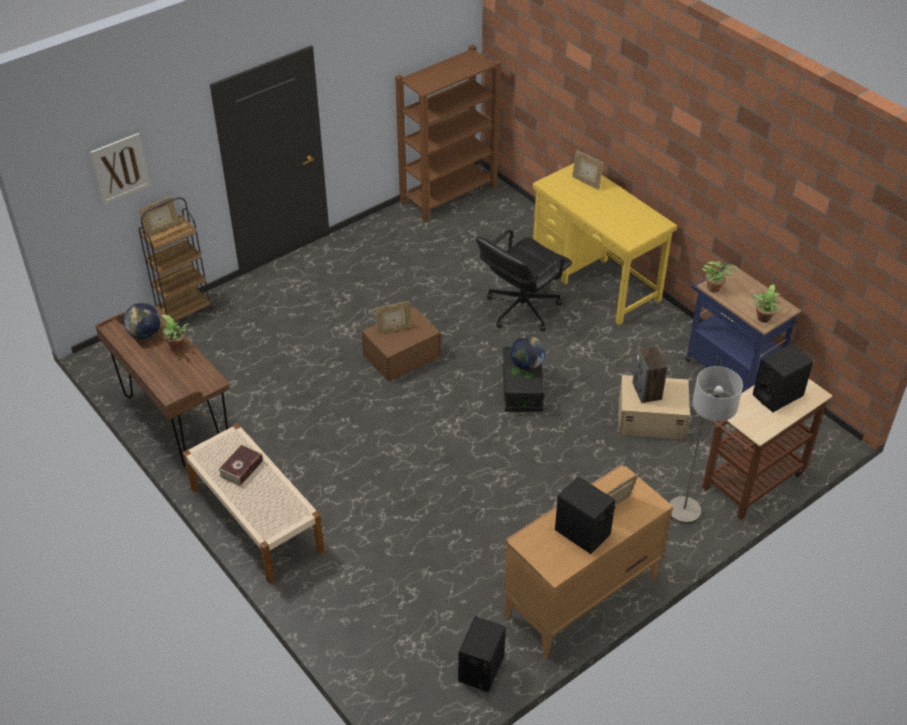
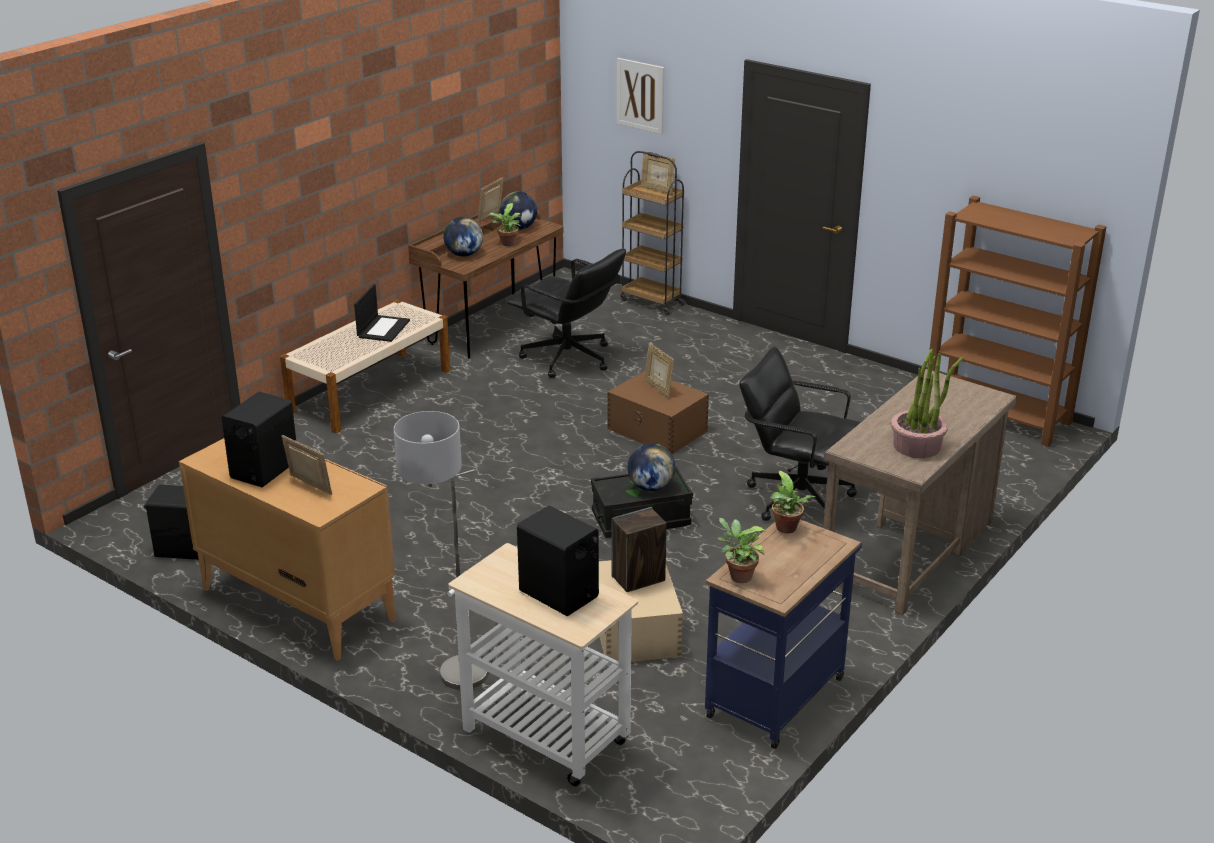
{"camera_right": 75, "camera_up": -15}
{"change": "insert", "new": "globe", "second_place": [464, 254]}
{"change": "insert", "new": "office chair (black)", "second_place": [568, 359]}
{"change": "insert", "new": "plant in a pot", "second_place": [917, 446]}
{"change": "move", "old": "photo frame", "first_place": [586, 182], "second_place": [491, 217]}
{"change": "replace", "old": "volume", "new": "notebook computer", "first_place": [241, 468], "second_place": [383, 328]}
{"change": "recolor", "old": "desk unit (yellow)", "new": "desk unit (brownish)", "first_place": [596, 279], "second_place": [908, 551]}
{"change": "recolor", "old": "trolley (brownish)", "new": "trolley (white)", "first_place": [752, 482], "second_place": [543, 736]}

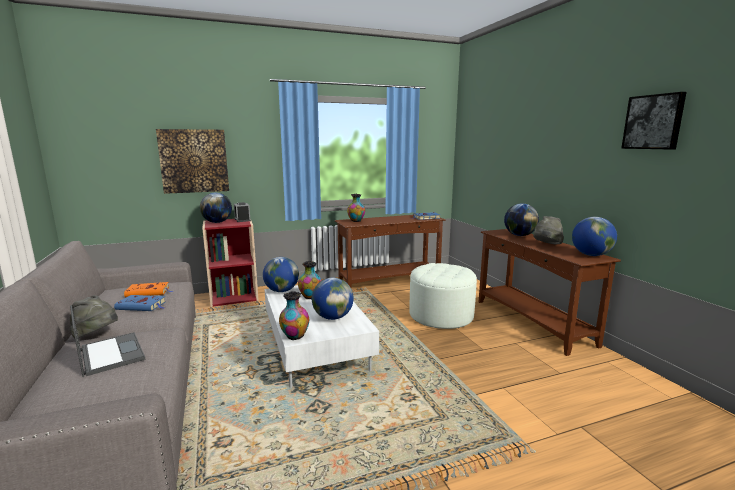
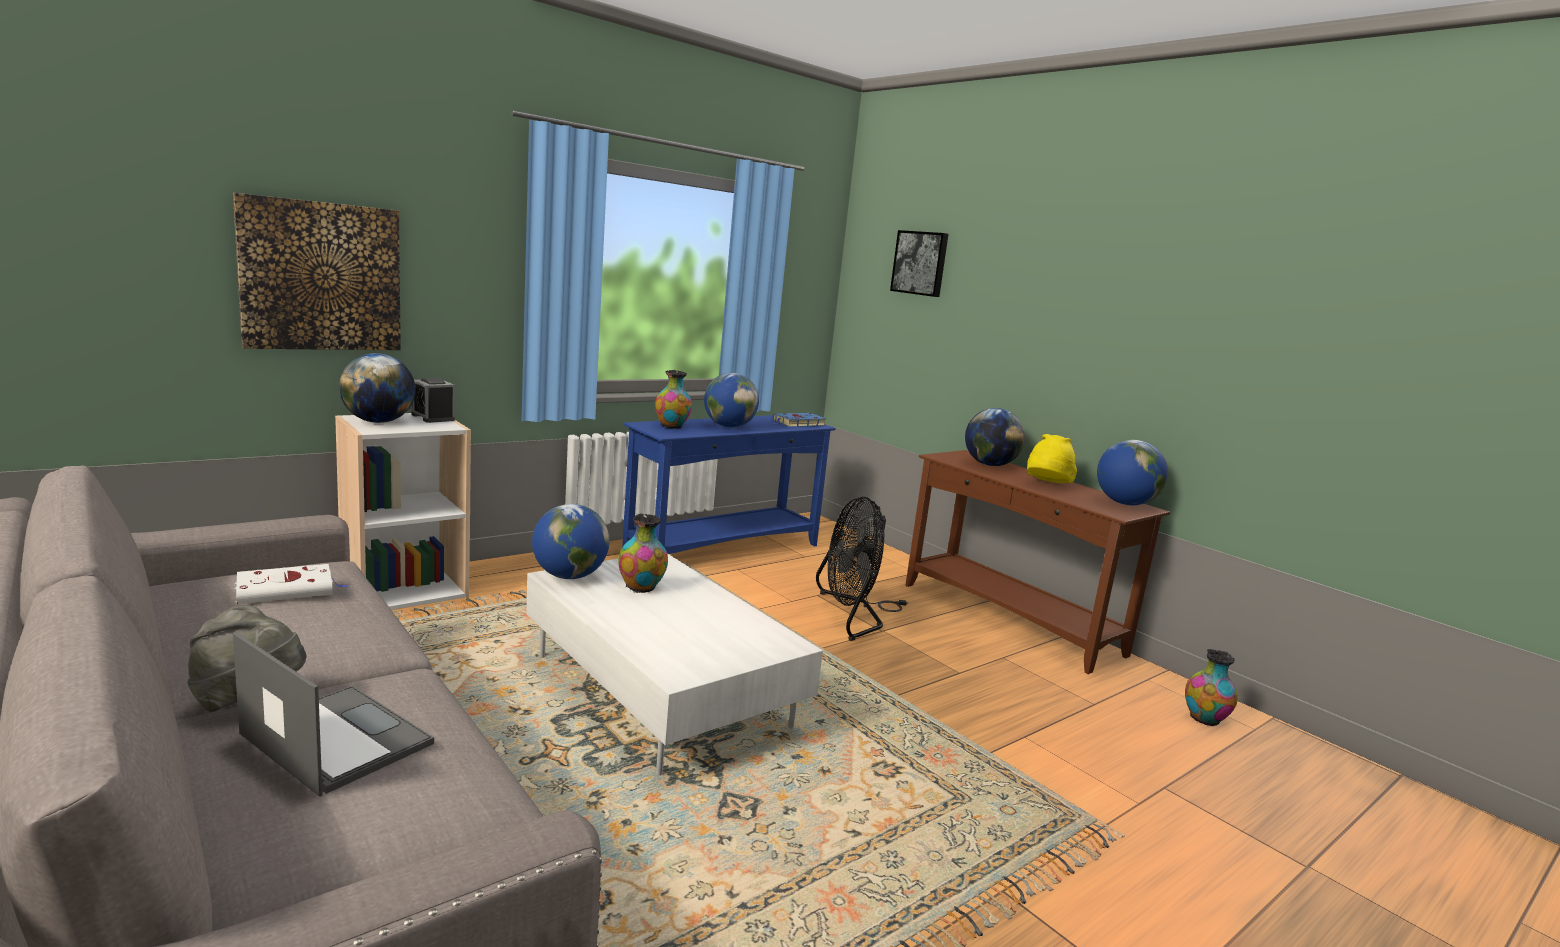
{"camera_right": -20, "camera_up": 0}
{"change": "delete", "old": "volume (bluish)", "first_place": [142, 306]}
{"change": "move", "old": "flower vase", "first_place": [294, 336], "second_place": [1204, 719]}
{"change": "move", "old": "globe", "first_place": [333, 317], "second_place": [729, 427]}
{"change": "move", "old": "wall picture", "first_place": [653, 122], "second_place": [920, 263]}
{"change": "replace", "old": "pouffe (white)", "new": "electric fan (black)", "first_place": [441, 315], "second_place": [856, 613]}
{"change": "recolor", "old": "volume (orange-coloured)", "new": "volume (white)", "first_place": [149, 292], "second_place": [288, 590]}
{"change": "recolor", "old": "shelving unit (reddish)", "new": "shelving unit (white)", "first_place": [234, 296], "second_place": [406, 589]}
{"change": "recolor", "old": "hall table (brownish)", "new": "hall table (bluish)", "first_place": [389, 281], "second_place": [724, 548]}
{"change": "recolor", "old": "hat (greyish)", "new": "hat (yellow)", "first_place": [546, 245], "second_place": [1047, 485]}

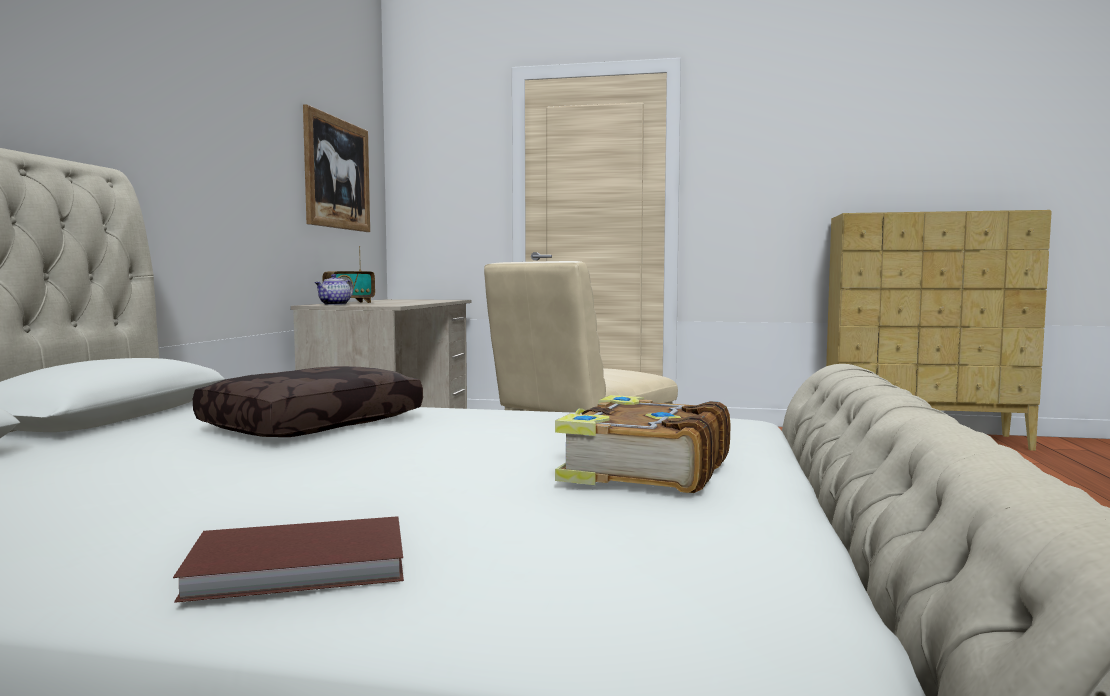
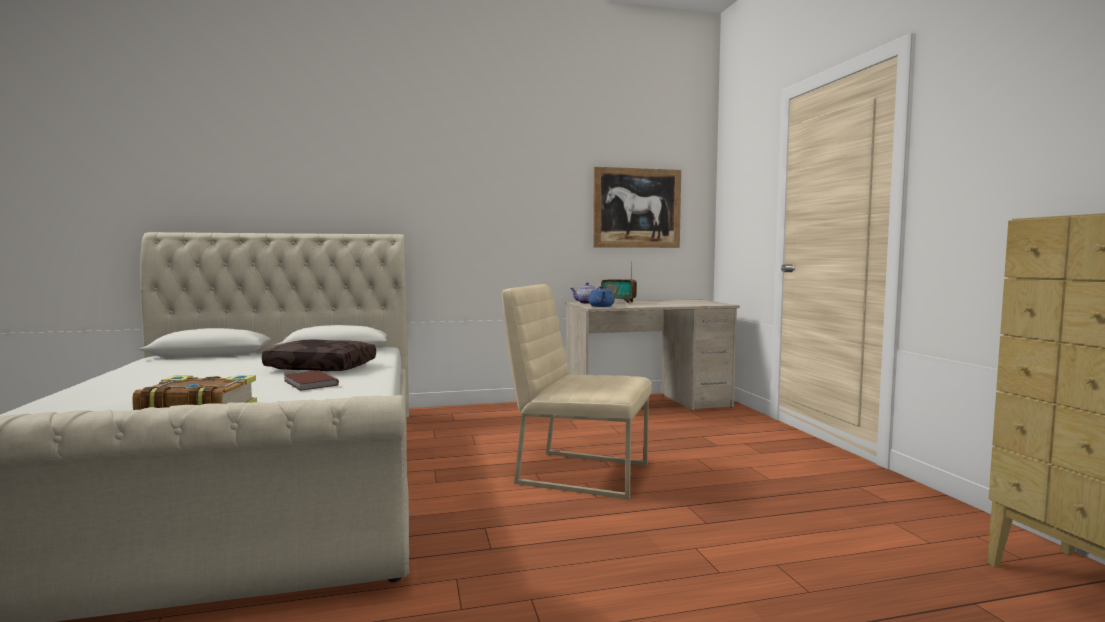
{"camera_right": 65, "camera_up": 0}
{"change": "insert", "new": "tea pot (bluish)", "second_place": [601, 306]}
{"change": "move", "old": "volume (brownish)", "first_place": [301, 567], "second_place": [309, 383]}

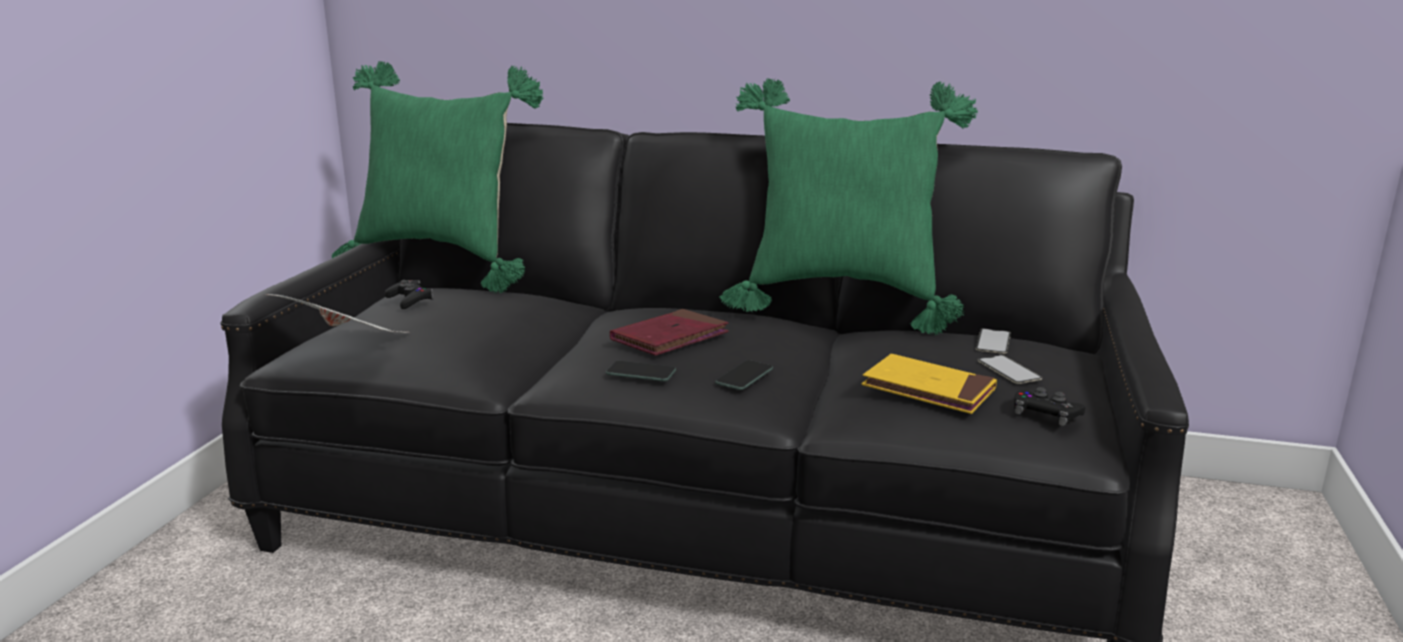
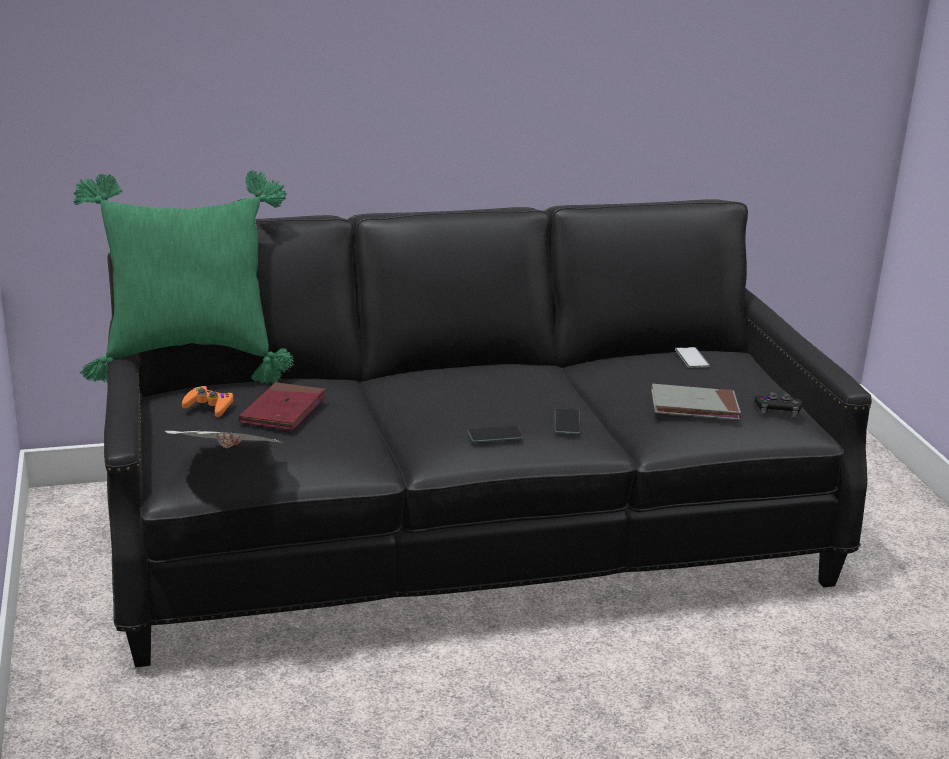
{"camera_right": -30, "camera_up": 5}
{"change": "delete", "old": "cushion (greenish)", "first_place": [841, 314]}
{"change": "delete", "old": "handset", "first_place": [1009, 370]}
{"change": "move", "old": "volume (reddish)", "first_place": [670, 338], "second_place": [283, 411]}
{"change": "recolor", "old": "game controller (black)", "new": "game controller (orange-coloured)", "first_place": [410, 300], "second_place": [209, 406]}
{"change": "recolor", "old": "volume (yellow)", "new": "volume (greyish)", "first_place": [928, 389], "second_place": [694, 406]}

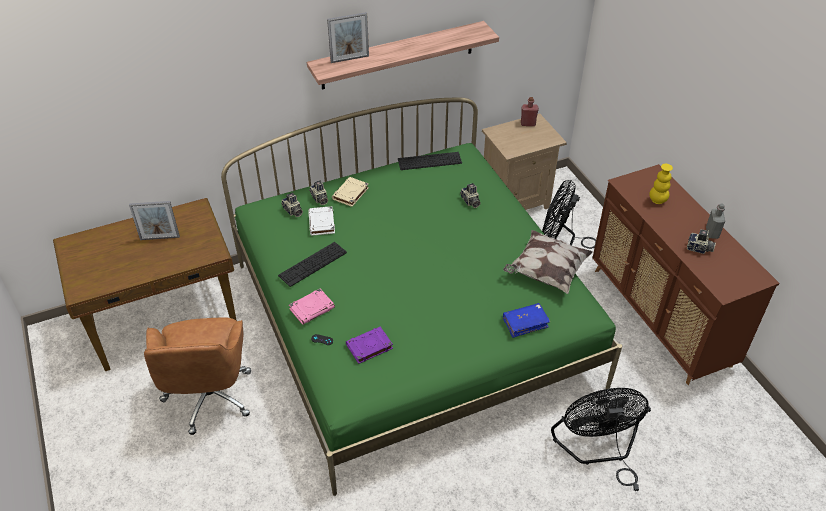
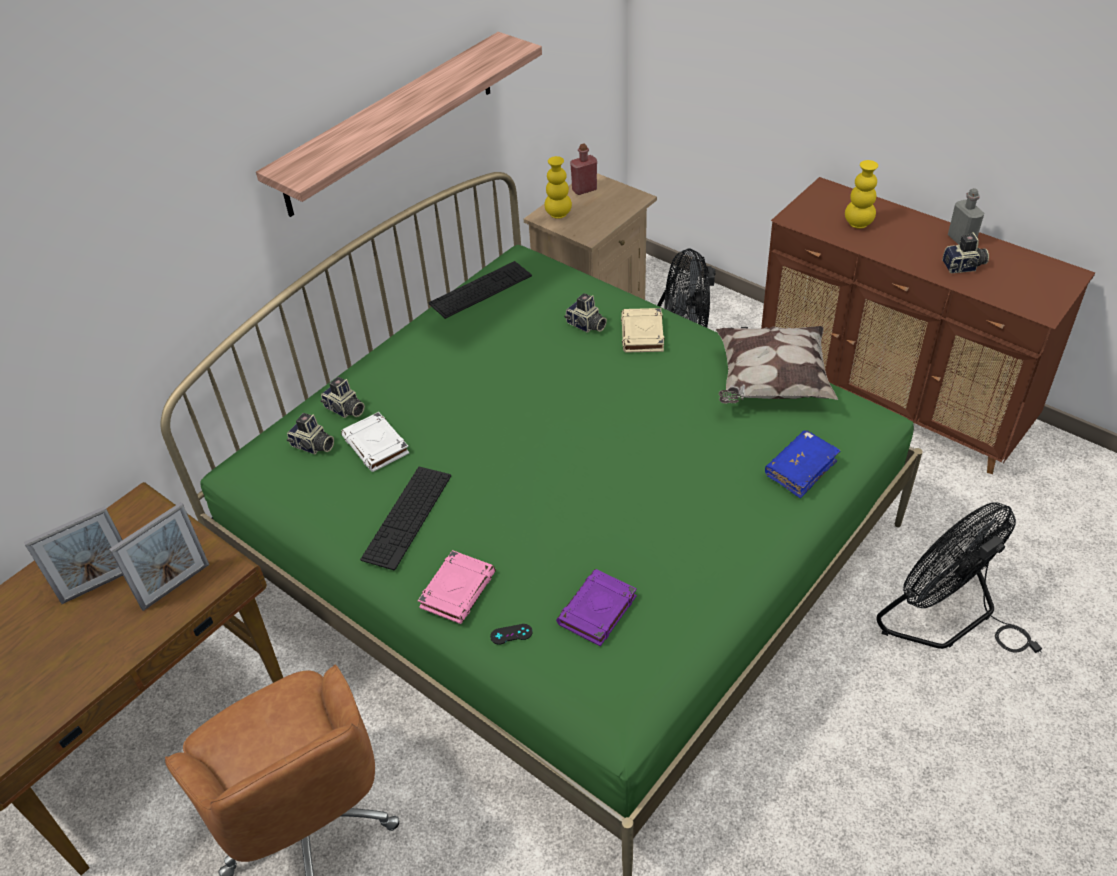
{"camera_right": -25, "camera_up": 0}
{"change": "insert", "new": "flower vase (yellow)", "second_place": [558, 214]}
{"change": "move", "old": "photo frame", "first_place": [349, 59], "second_place": [175, 586]}
{"change": "move", "old": "volume (beige-coloured)", "first_place": [350, 194], "second_place": [642, 334]}

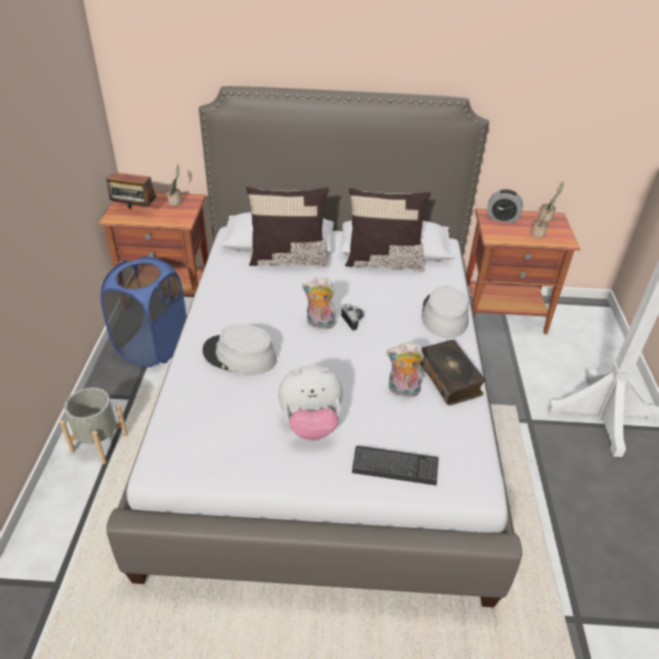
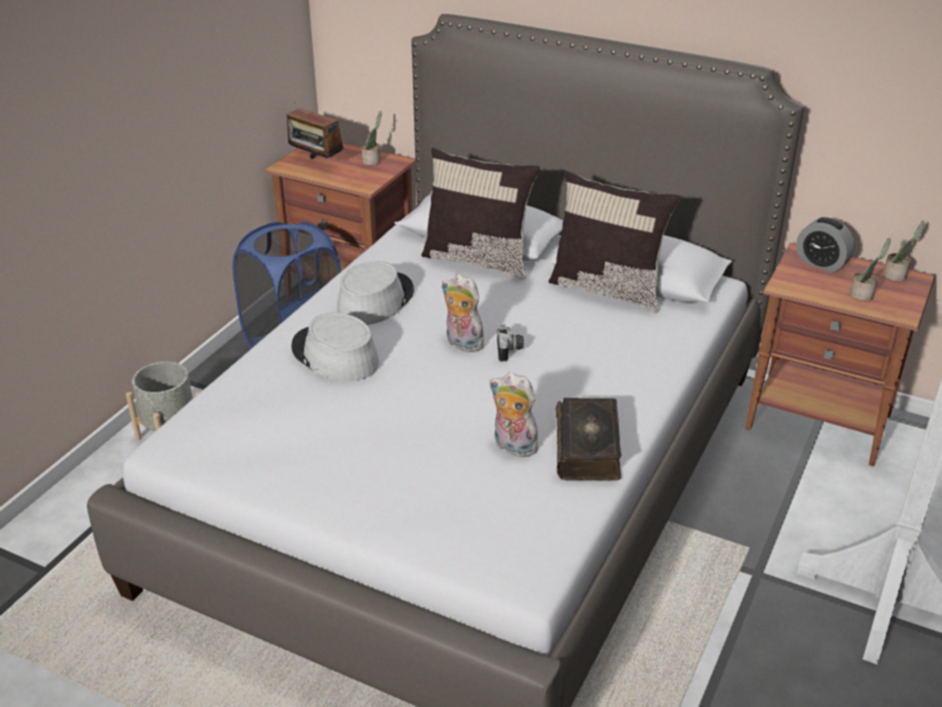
{"camera_right": 25, "camera_up": -5}
{"change": "delete", "old": "soft toy", "first_place": [311, 424]}
{"change": "delete", "old": "keyboard", "first_place": [395, 466]}
{"change": "move", "old": "hat (greyish)", "first_place": [444, 315], "second_place": [375, 300]}

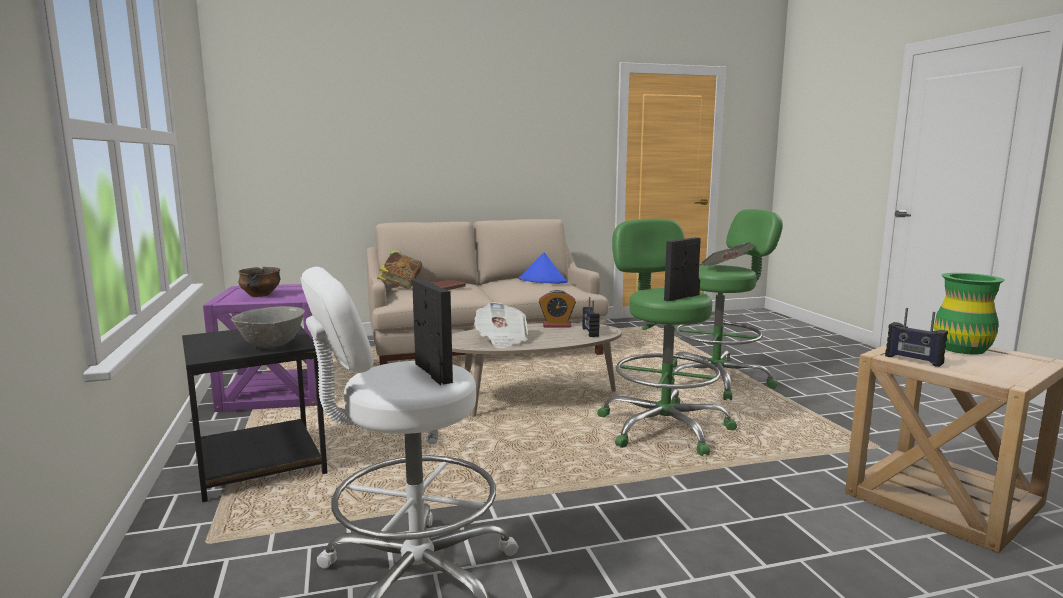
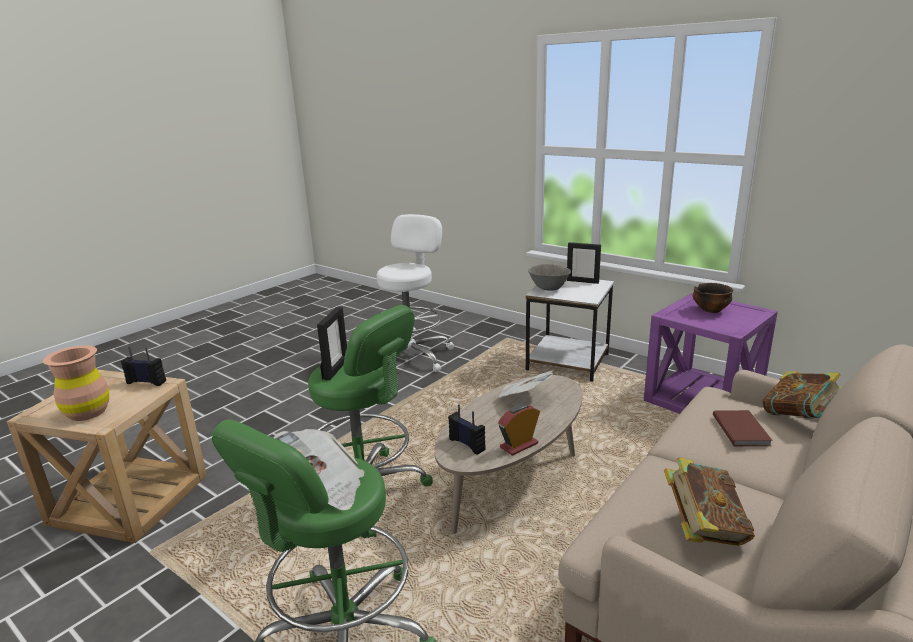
{"camera_right": 145, "camera_up": 10}
{"change": "move", "old": "photo frame", "first_place": [431, 373], "second_place": [582, 281]}
{"change": "replace", "old": "hat (bluish)", "new": "volume", "first_place": [543, 281], "second_place": [703, 528]}
{"change": "recolor", "old": "accent table (black)", "new": "accent table (white)", "first_place": [258, 465], "second_place": [567, 361]}
{"change": "recolor", "old": "flower vase (greenish)", "new": "flower vase (brownish)", "first_place": [962, 349], "second_place": [87, 412]}

